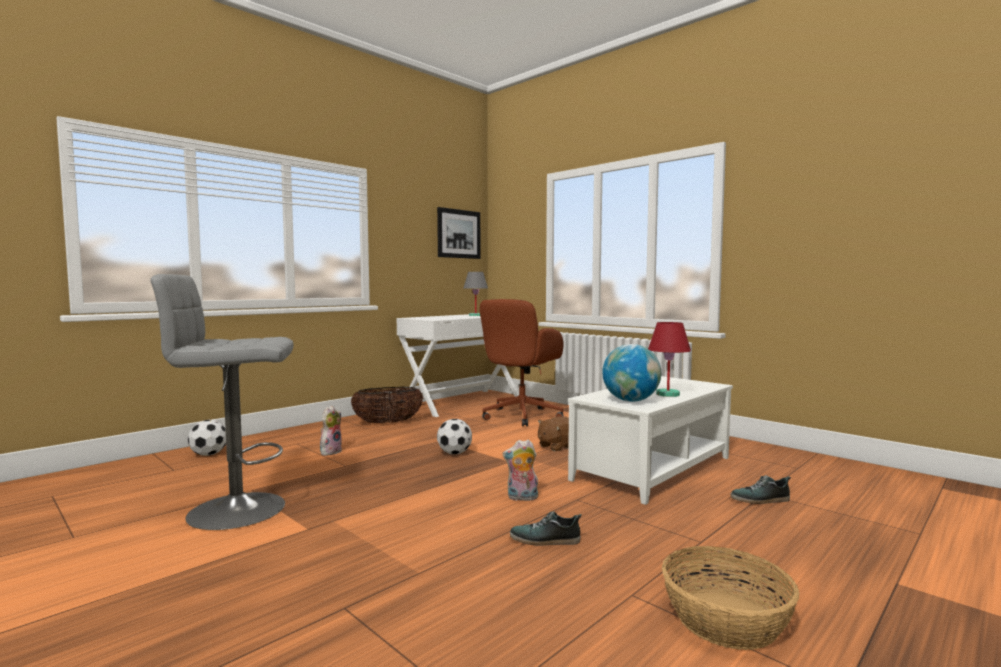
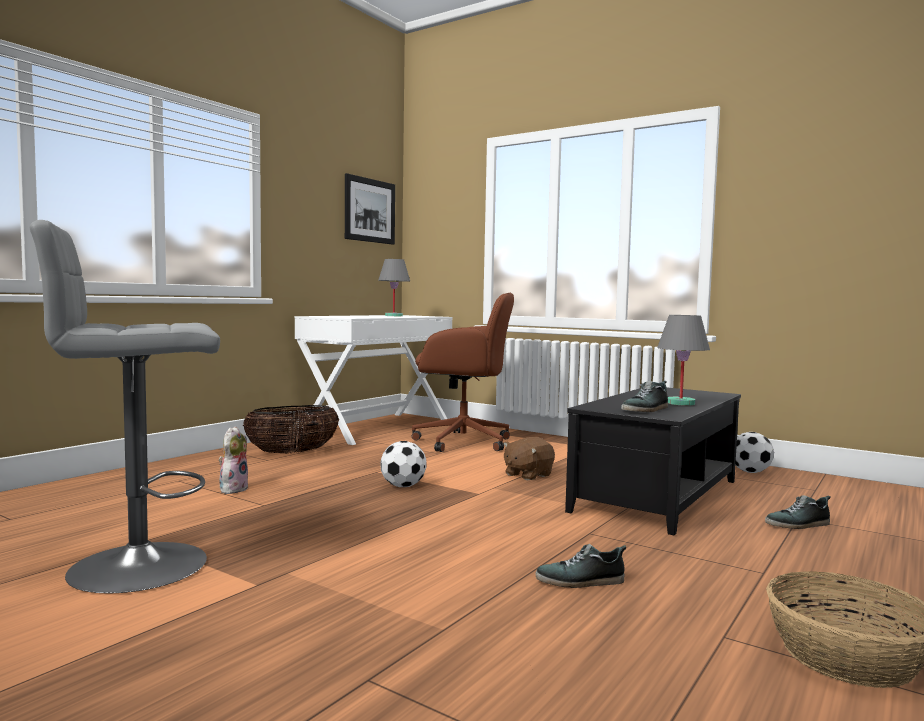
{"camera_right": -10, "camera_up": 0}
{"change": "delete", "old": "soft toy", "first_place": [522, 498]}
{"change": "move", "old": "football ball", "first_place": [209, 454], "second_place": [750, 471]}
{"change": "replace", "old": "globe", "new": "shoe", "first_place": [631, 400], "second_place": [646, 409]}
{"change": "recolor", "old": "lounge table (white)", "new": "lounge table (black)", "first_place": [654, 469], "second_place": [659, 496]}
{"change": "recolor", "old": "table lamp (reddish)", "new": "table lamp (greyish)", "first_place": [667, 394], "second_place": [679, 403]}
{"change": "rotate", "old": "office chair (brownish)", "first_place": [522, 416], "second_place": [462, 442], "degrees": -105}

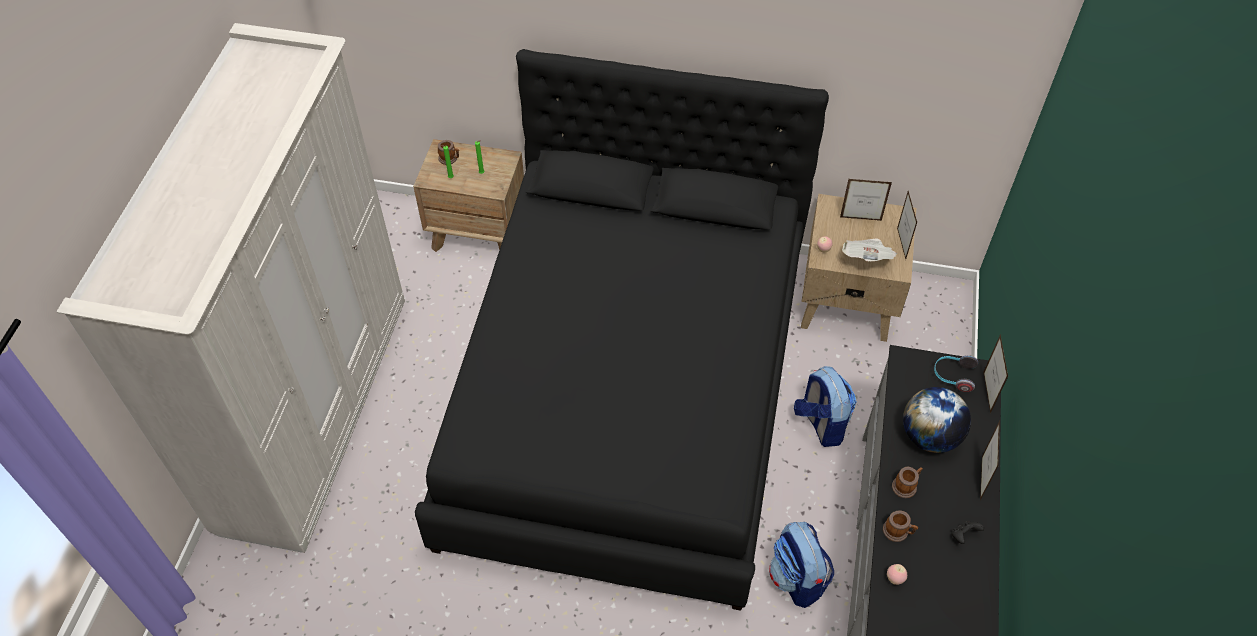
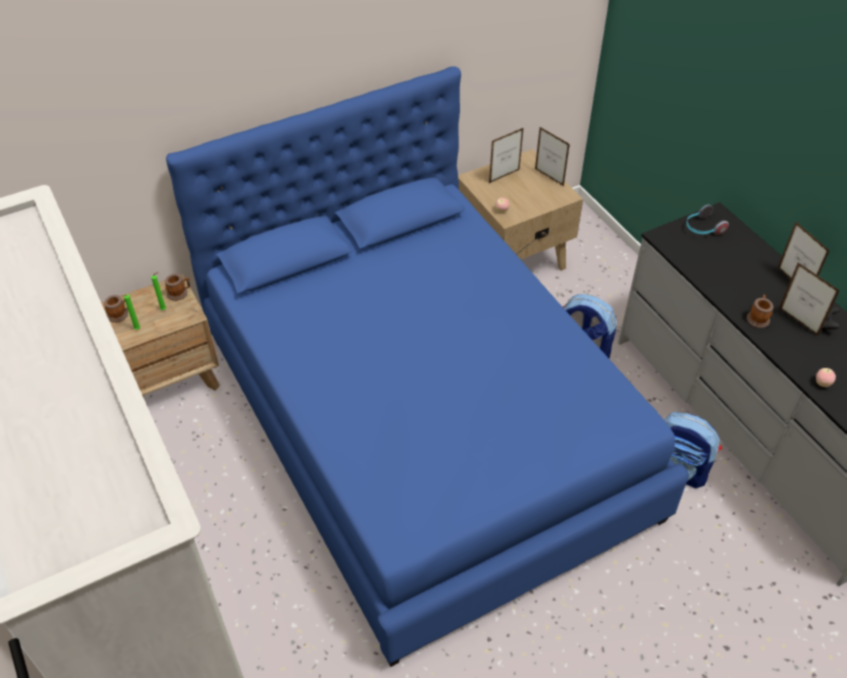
{"camera_right": -40, "camera_up": -5}
{"change": "delete", "old": "daily paper", "first_place": [866, 259]}
{"change": "delete", "old": "globe", "first_place": [930, 436]}
{"change": "move", "old": "tea mug", "first_place": [898, 531], "second_place": [179, 293]}
{"change": "move", "old": "photo frame", "first_place": [986, 392], "second_place": [798, 322]}
{"change": "recolor", "old": "sleeping bed (black)", "new": "sleeping bed (bluish)", "first_place": [629, 392], "second_place": [423, 423]}

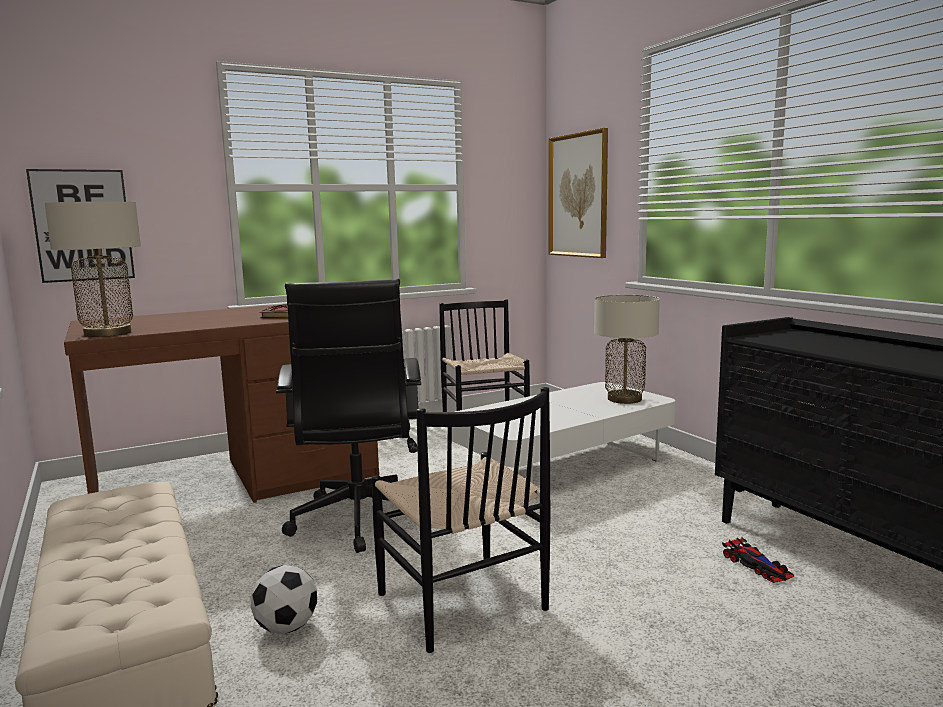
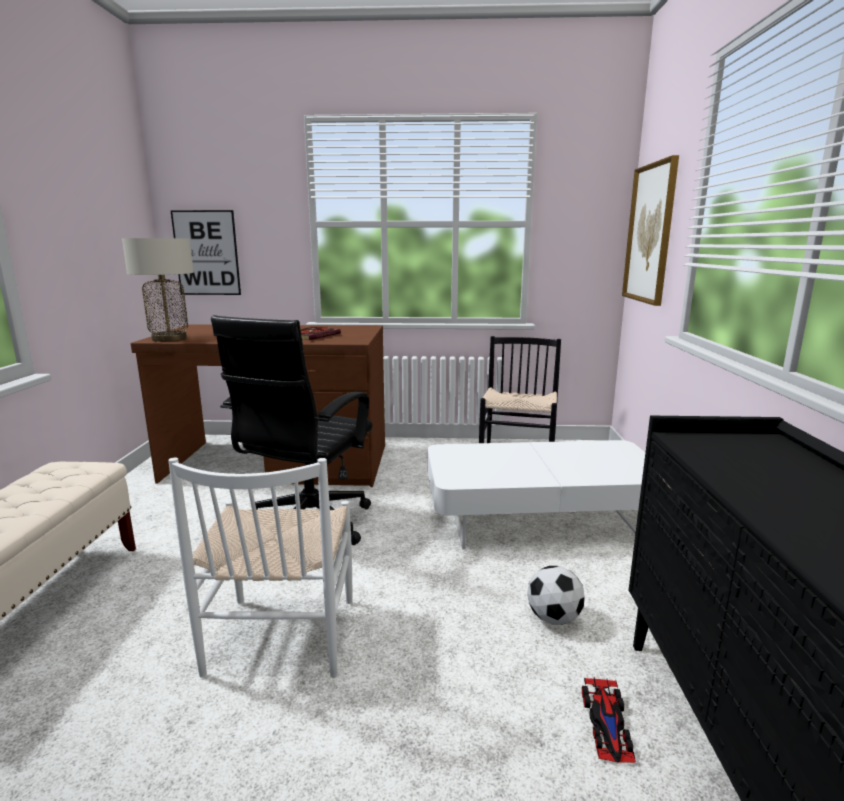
{"camera_right": 30, "camera_up": 5}
{"change": "delete", "old": "table lamp", "first_place": [624, 399]}
{"change": "move", "old": "football ball", "first_place": [286, 627], "second_place": [553, 618]}
{"change": "recolor", "old": "plain chair (black)", "new": "plain chair (white)", "first_place": [465, 606], "second_place": [280, 641]}

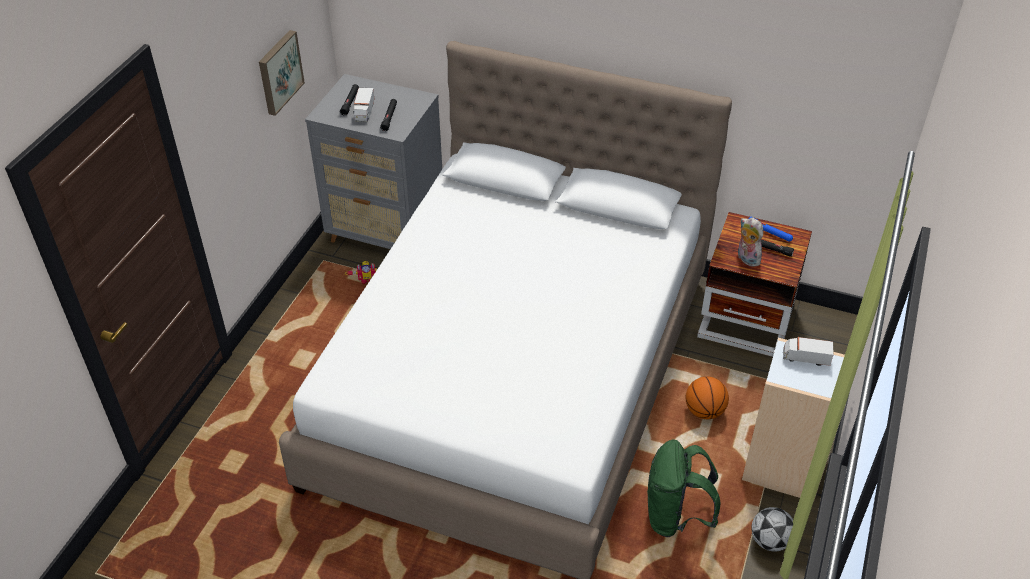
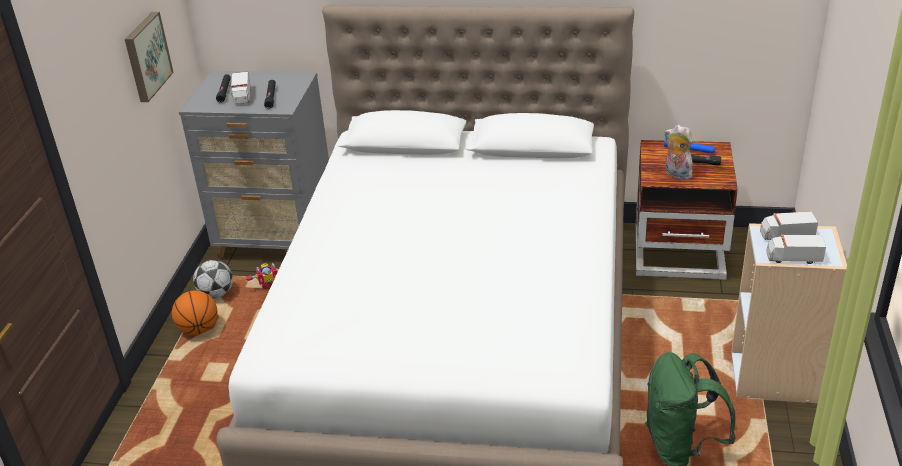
{"camera_right": -10, "camera_up": -10}
{"change": "insert", "new": "model truck", "second_place": [793, 258]}
{"change": "move", "old": "ball for basketball", "first_place": [704, 411], "second_place": [199, 329]}
{"change": "move", "old": "football ball", "first_place": [770, 541], "second_place": [216, 294]}

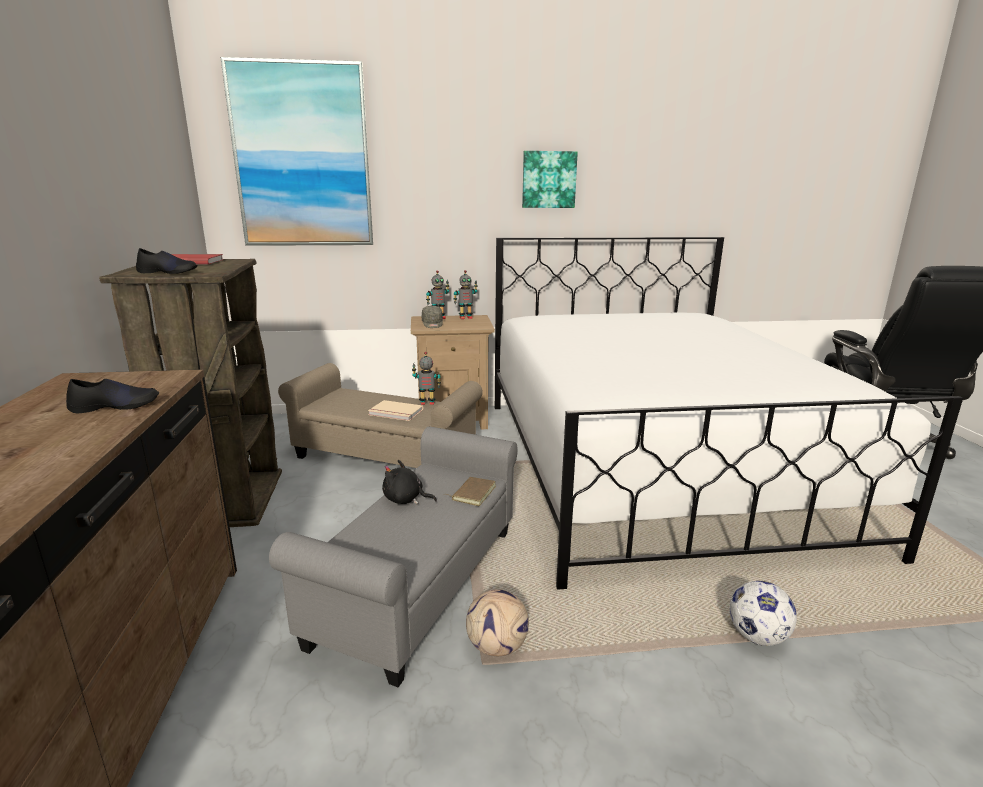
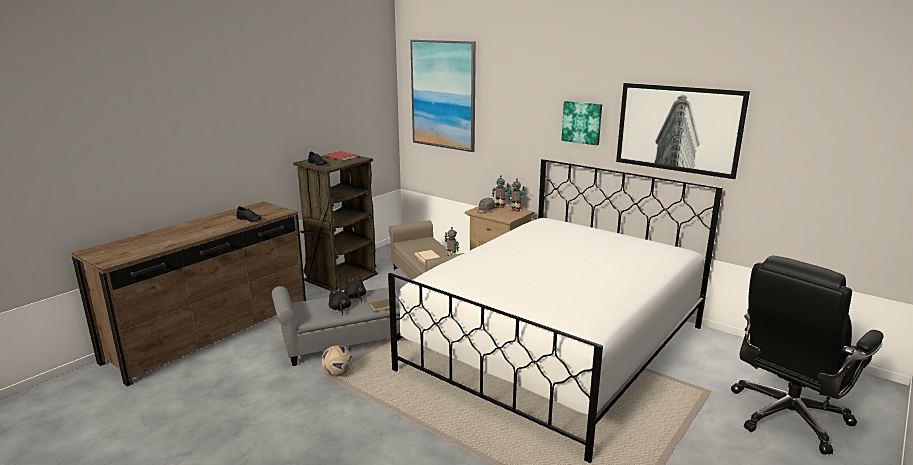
{"camera_right": 45, "camera_up": 0}
{"change": "delete", "old": "football ball", "first_place": [757, 636]}
{"change": "insert", "new": "soft toy (black)", "second_place": [340, 309]}
{"change": "insert", "new": "wall picture", "second_place": [678, 129]}

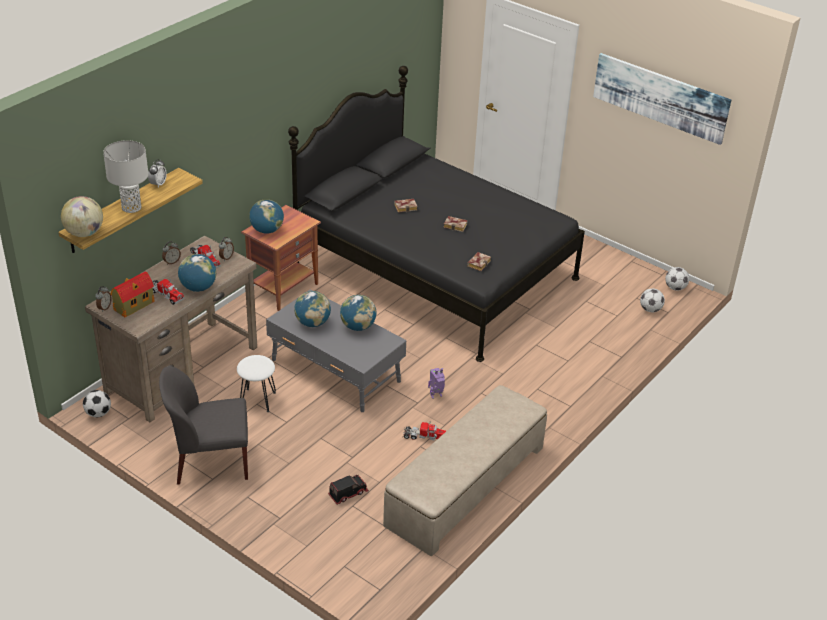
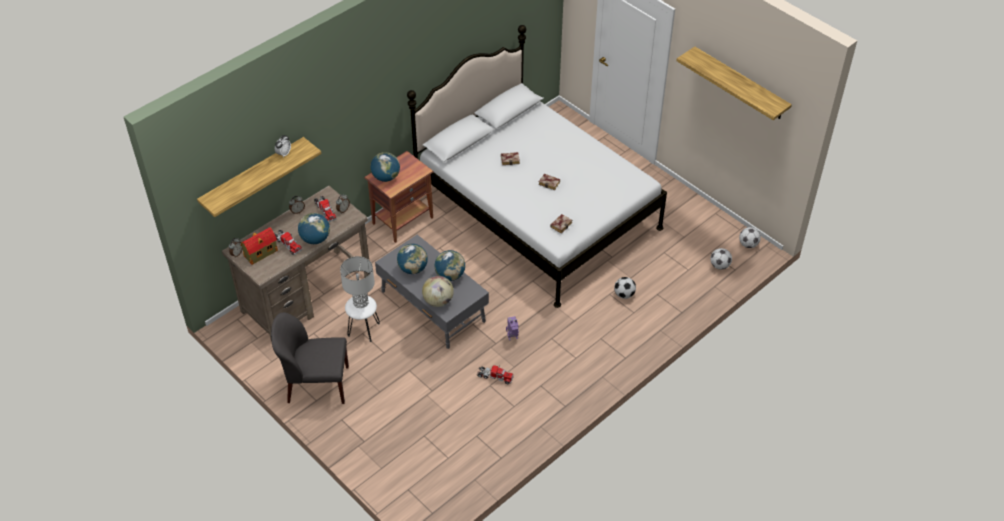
{"camera_right": 10, "camera_up": 10}
{"change": "delete", "old": "model truck", "first_place": [348, 493]}
{"change": "delete", "old": "indoor bench (beige-coloured)", "first_place": [465, 486]}
{"change": "move", "old": "globe", "first_place": [84, 233], "second_place": [438, 301]}
{"change": "move", "old": "football ball", "first_place": [98, 413], "second_place": [624, 294]}
{"change": "move", "old": "table lamp (white)", "first_place": [131, 207], "second_place": [360, 302]}
{"change": "replace", "old": "wall picture", "new": "shelf", "first_place": [660, 97], "second_place": [740, 84]}
{"change": "recolor", "old": "sleeping bed (black)", "new": "sleeping bed (white)", "first_place": [435, 271], "second_place": [537, 212]}

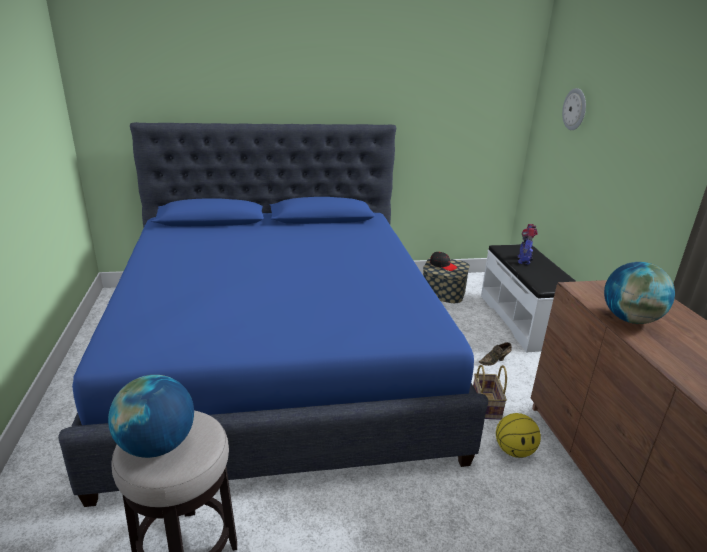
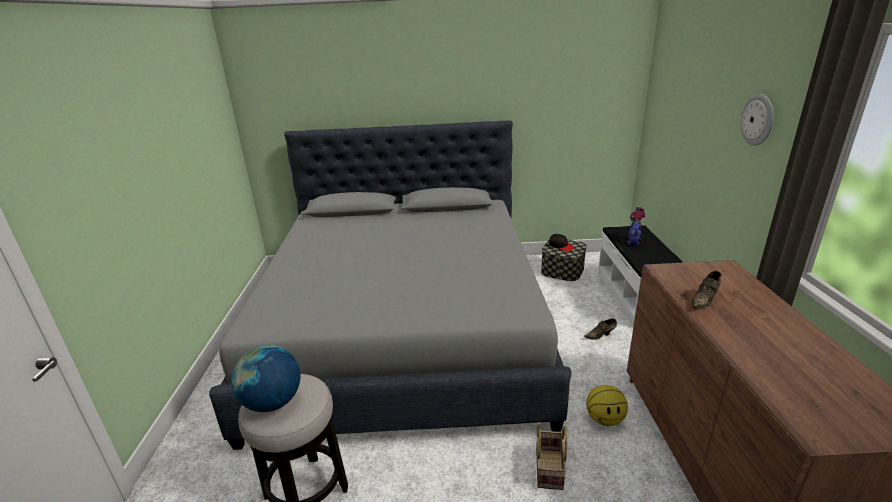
{"camera_right": 10, "camera_up": 0}
{"change": "move", "old": "household basket", "first_place": [487, 406], "second_place": [550, 470]}
{"change": "move", "old": "wall clock", "first_place": [575, 109], "second_place": [758, 120]}
{"change": "replace", "old": "globe", "new": "shoe (brownish)", "first_place": [630, 319], "second_place": [705, 300]}
{"change": "recolor", "old": "sleeping bed (bluish)", "new": "sleeping bed (greyish)", "first_place": [278, 356], "second_place": [405, 328]}

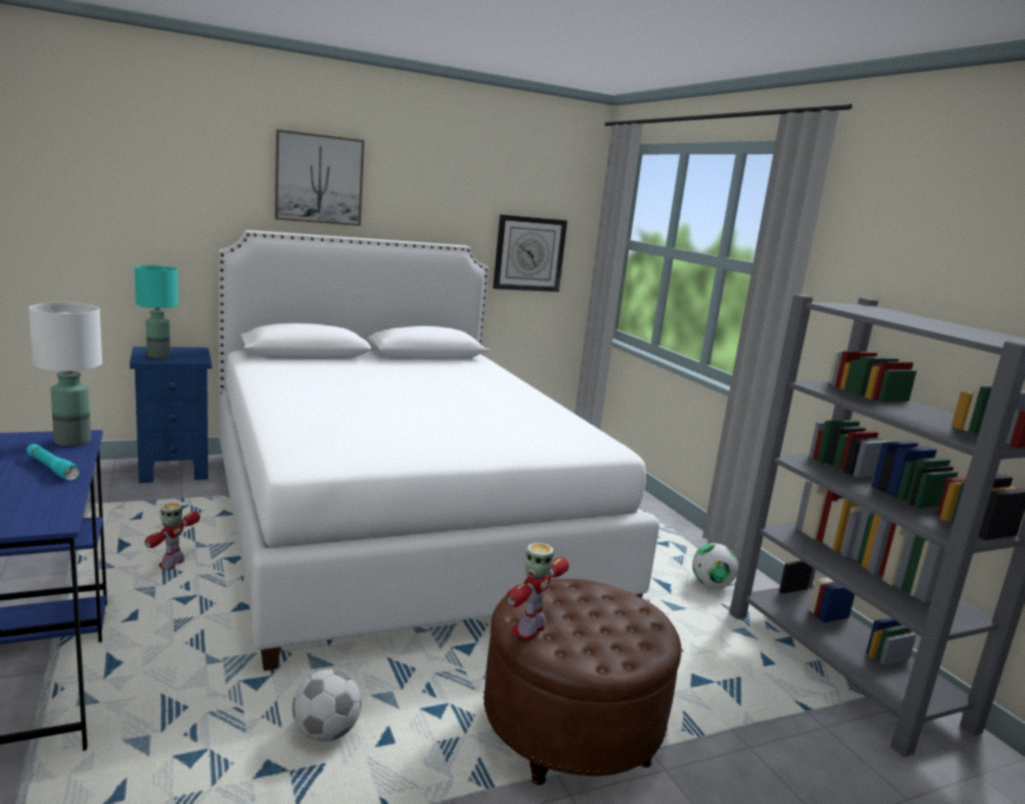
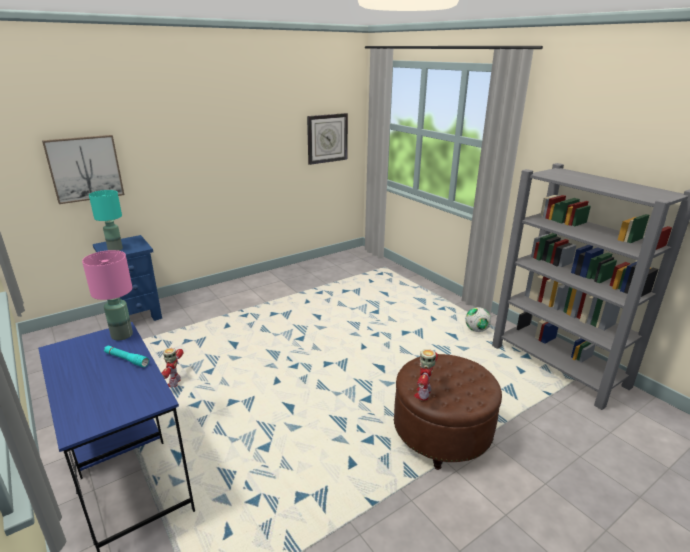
{"camera_right": -10, "camera_up": 10}
{"change": "delete", "old": "sleeping bed (white)", "first_place": [396, 522]}
{"change": "delete", "old": "football ball", "first_place": [325, 733]}
{"change": "move", "old": "wall picture", "first_place": [319, 179], "second_place": [85, 168]}
{"change": "recolor", "old": "table lamp (white)", "new": "table lamp (pinkish)", "first_place": [73, 441], "second_place": [122, 335]}

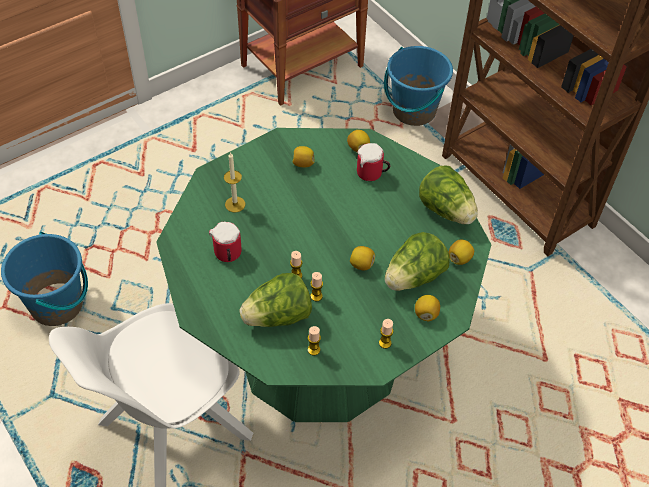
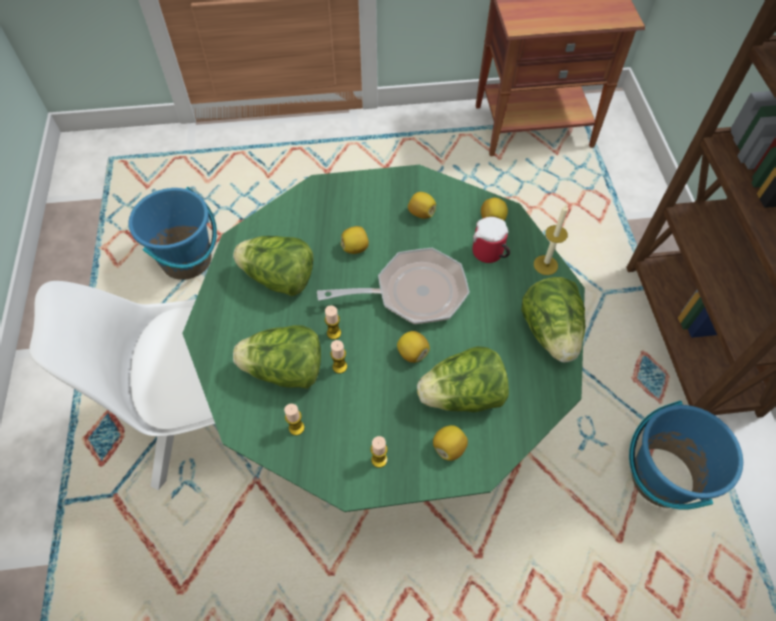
{"camera_right": 30, "camera_up": 5}
{"change": "insert", "new": "frying pan", "second_place": [413, 293]}
{"change": "move", "old": "candle", "first_place": [235, 204], "second_place": [545, 265]}
{"change": "move", "old": "pail (bluish)", "first_place": [413, 111], "second_place": [660, 478]}
{"change": "move", "old": "whole lemon", "first_place": [459, 258], "second_place": [355, 248]}
{"change": "replace", "old": "tea mug", "new": "lettuce", "first_place": [227, 255], "second_place": [279, 279]}

